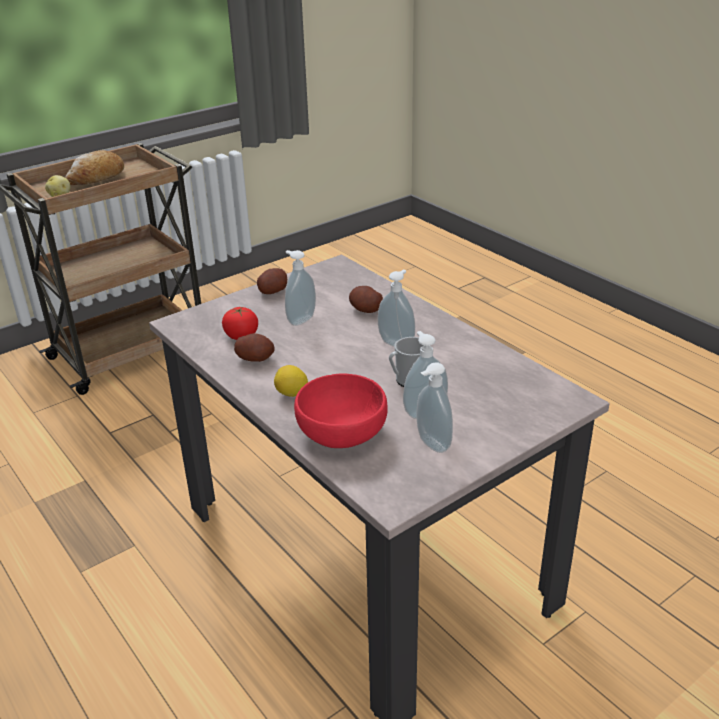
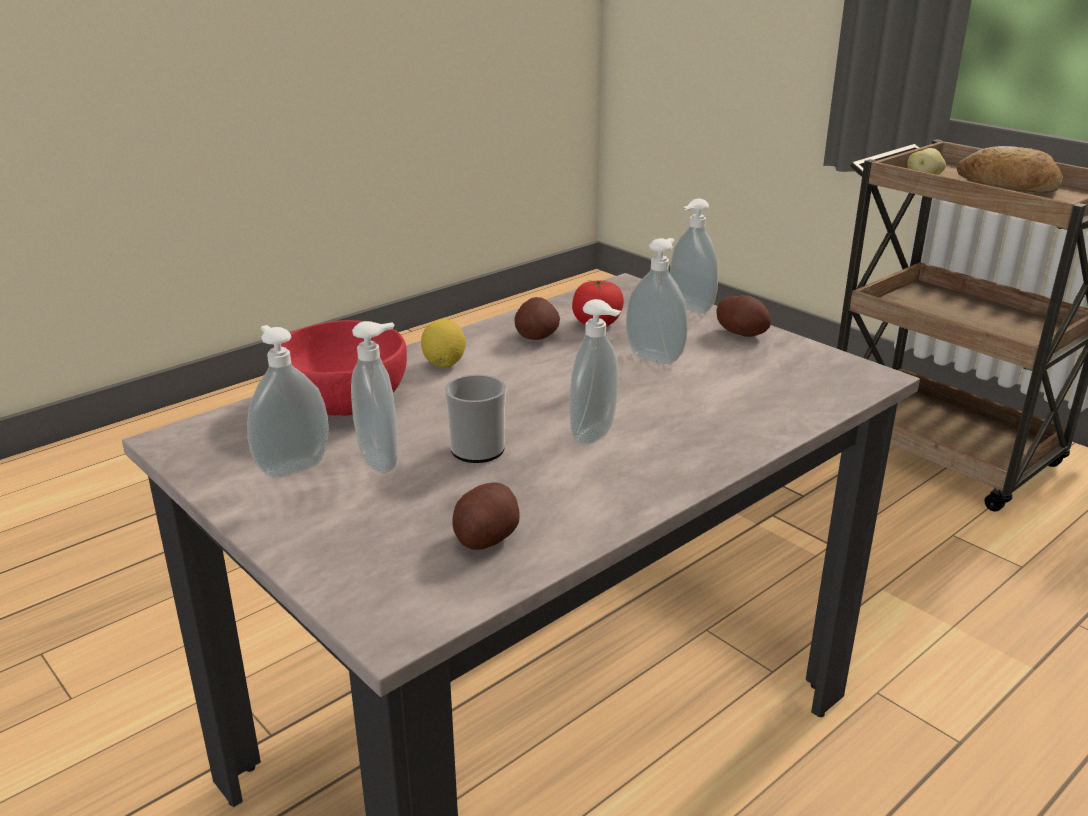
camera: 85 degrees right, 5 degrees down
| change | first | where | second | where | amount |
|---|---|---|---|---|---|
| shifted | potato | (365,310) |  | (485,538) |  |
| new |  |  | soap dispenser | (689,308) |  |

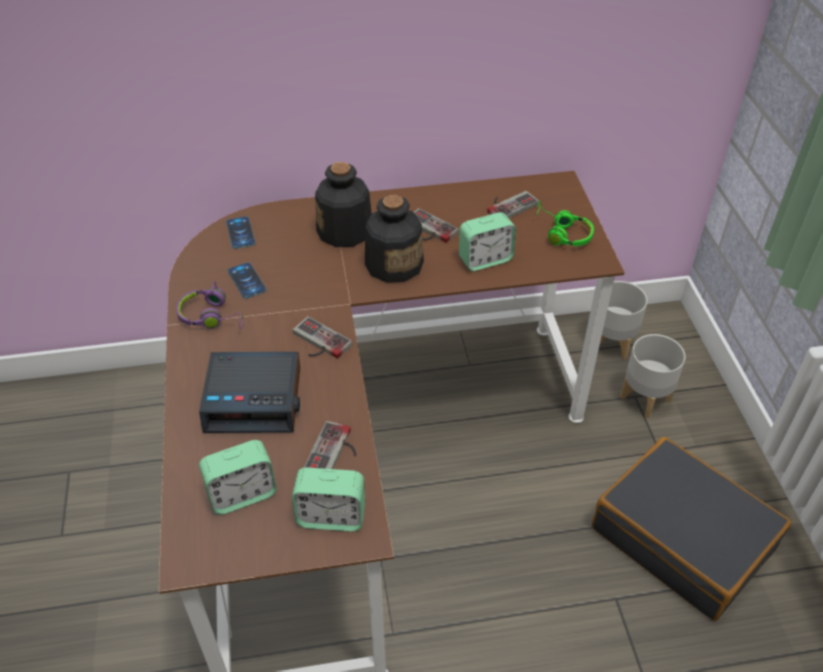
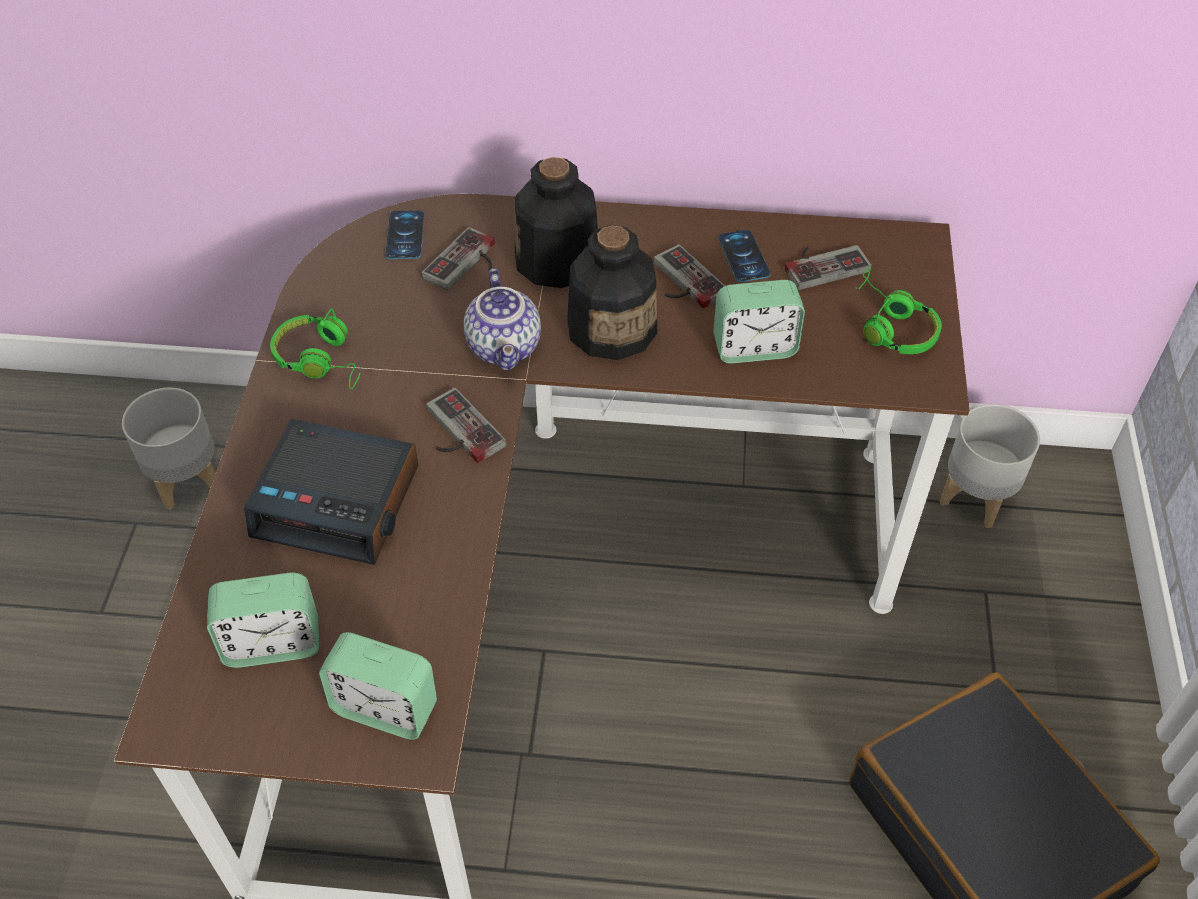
camera: 15 degrees right, 5 degrees up
| change | first | where | second | where | amount |
|---|---|---|---|---|---|
| shifted | phone | (247,280) |  | (743,256) |  |
| repainted | purple headphones | (212,317) | green headphones | (322,360) |  |
| shifted | grey planter | (645,398) |  | (189,481) |  |
| shifted | game controller | (334,454) |  | (466,264) |  |
| new |  |  | teapot | (506,347) |  |

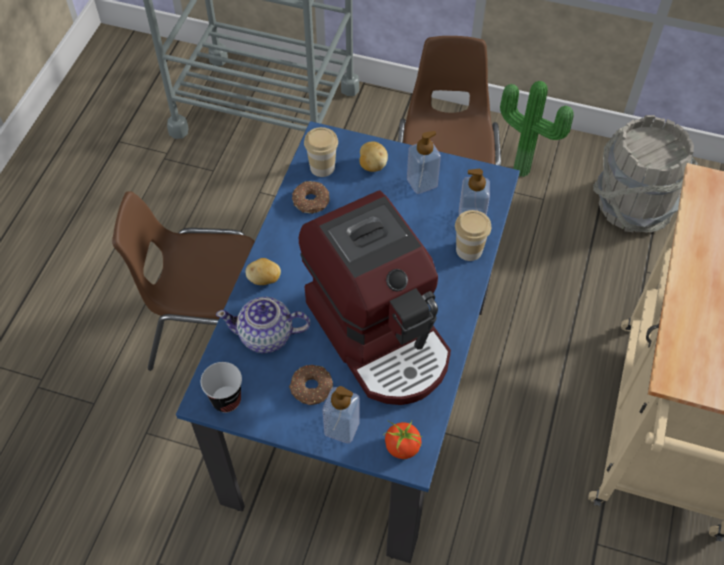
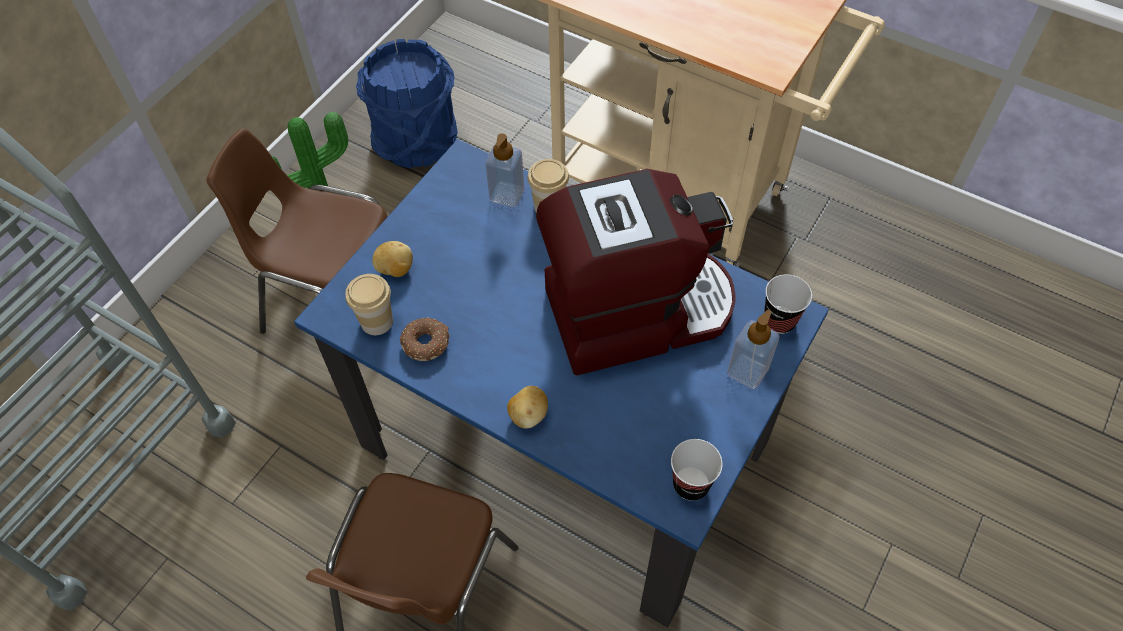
camera: 75 degrees left, 0 degrees up
| change | first | where | second | where | amount |
|---|---|---|---|---|---|
| repainted | grey bucket | (632,206) | blue bucket | (417,142) |  |
| gone | soap dispenser | (422,182) |  |  |  |
| gone | teapot | (266,336) |  |  |  |
| gone | donut | (311,389) |  |  |  |
| swapped | tomato | (402,447) | cup | (779,321) |  |

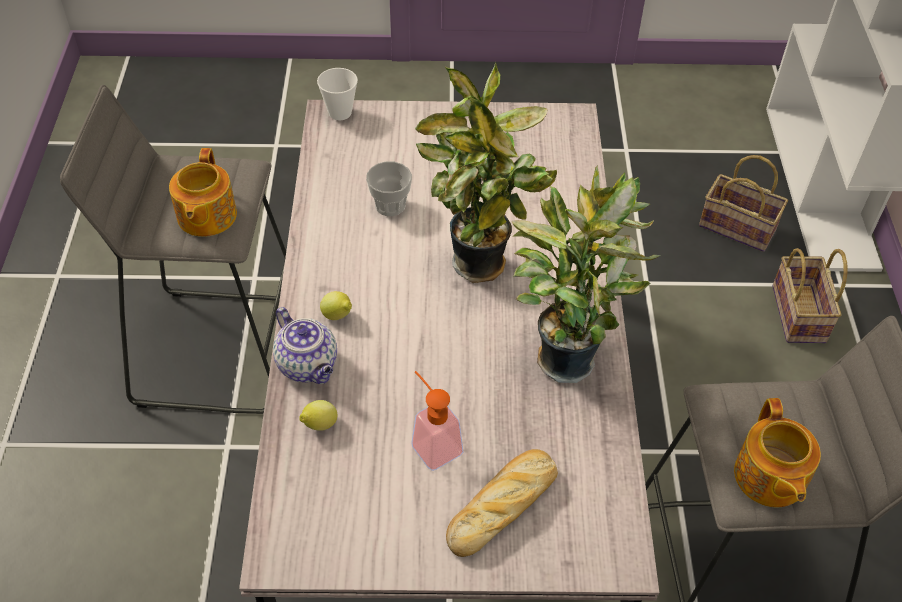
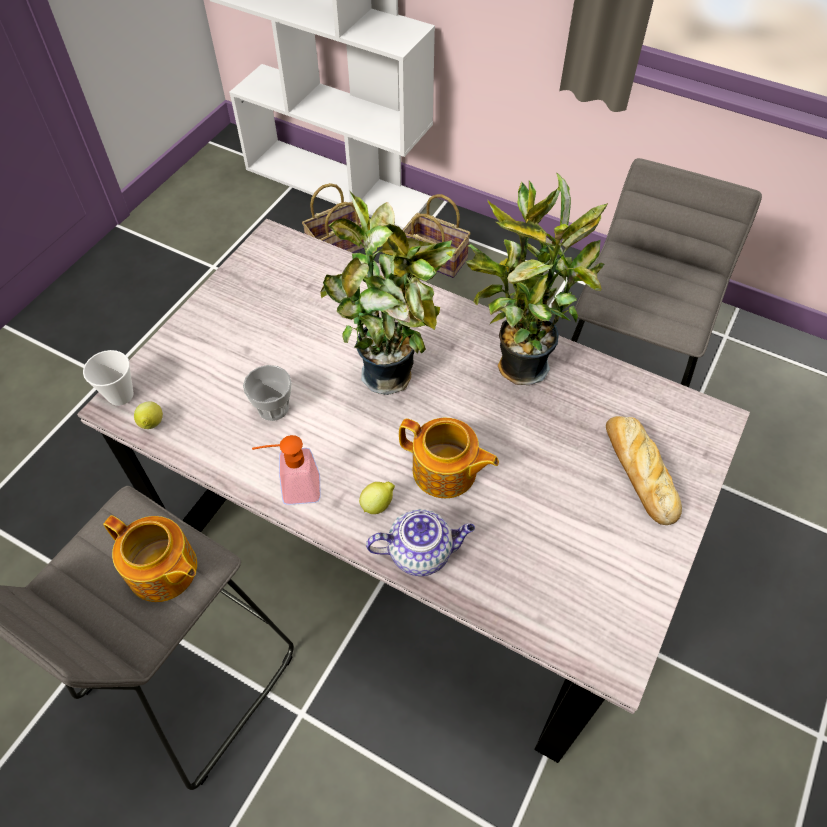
camera: 60 degrees left, 5 degrees up
| change | first | where | second | where | amount |
|---|---|---|---|---|---|
| shifted | soap dispenser | (432,443) |  | (293,489) |  |
| shifted | teapot | (769,477) |  | (445,472) |  |
| shifted | lemon | (319,425) |  | (152,425) |  |

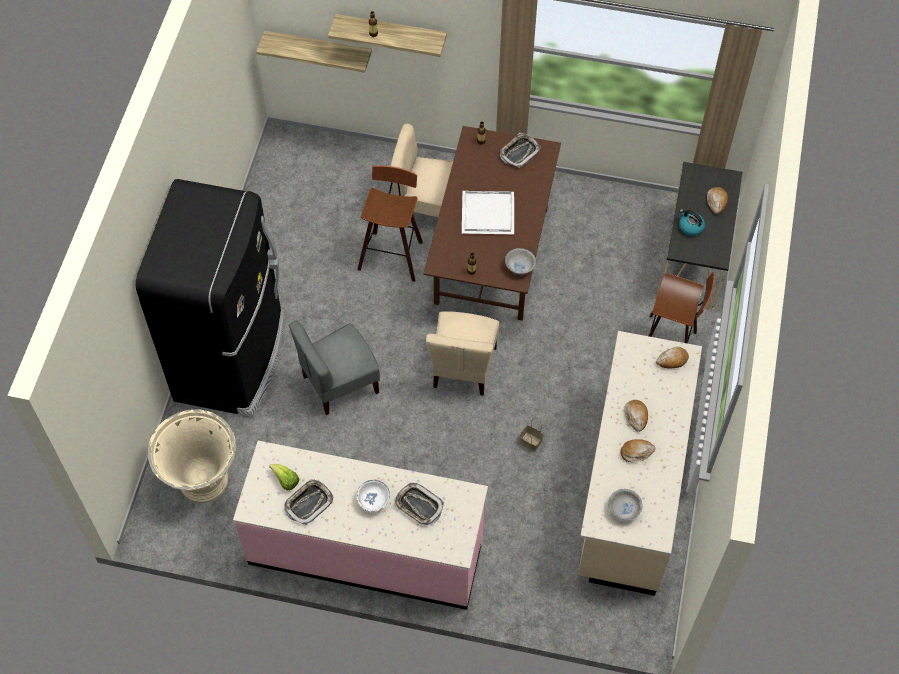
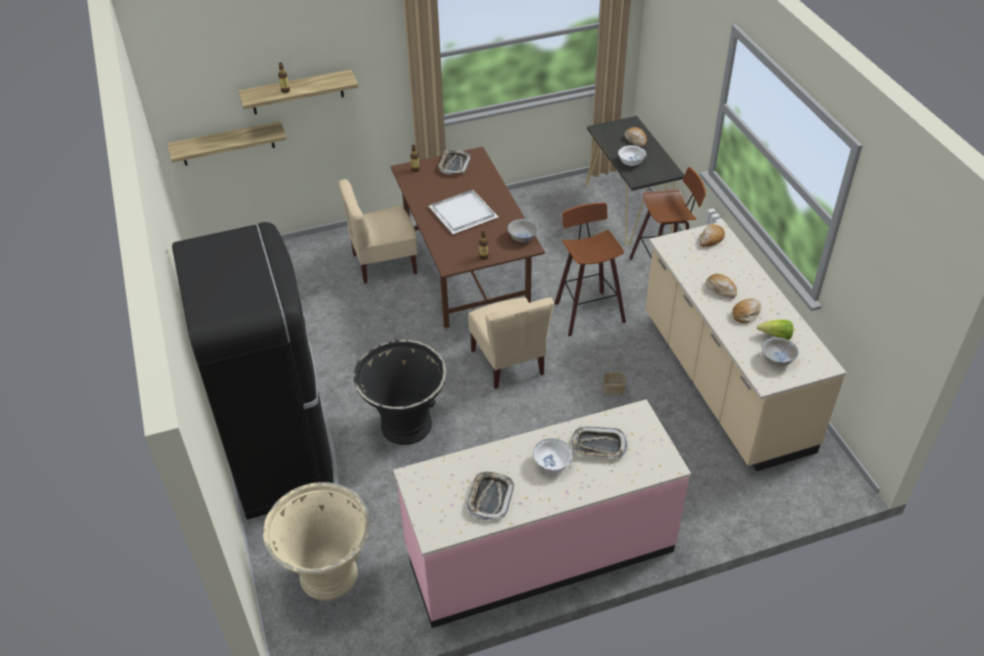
camera: 30 degrees left, 15 degrees down
| change | first | where | second | where | amount |
|---|---|---|---|---|---|
| shifted | stool | (392,254) |  | (586,311) |  |
| swapped | kettle | (690,227) | white bowl | (631,162) |  |
| swapped | grey chair | (339,384) | black planter | (406,426) |  |
| shifted | lettuce | (285,480) |  | (776,336) |  |

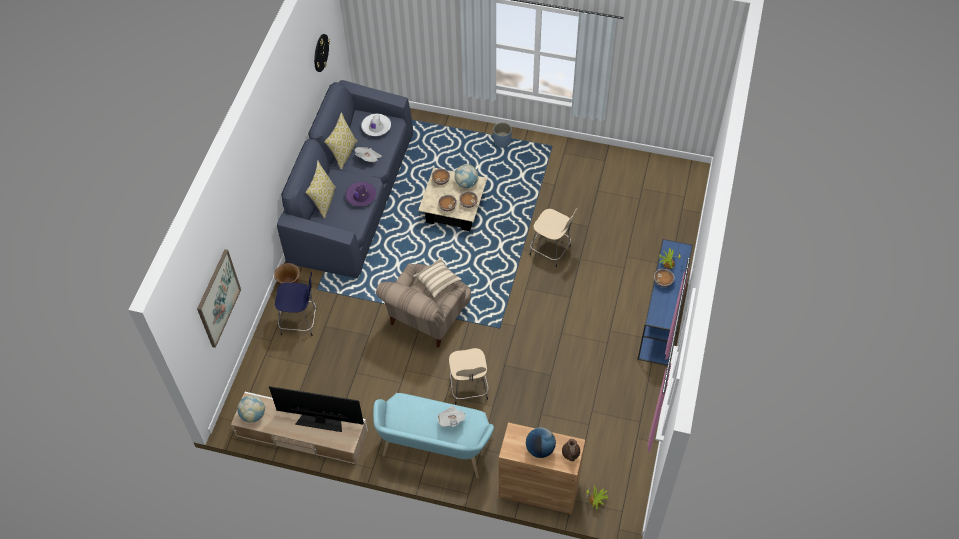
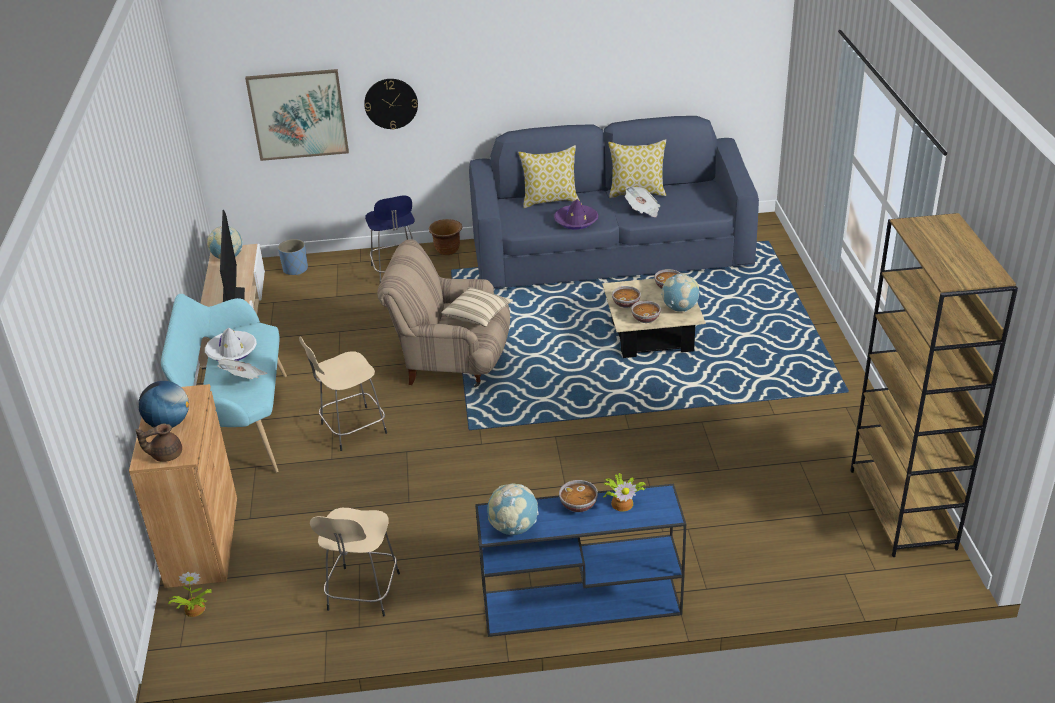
camera: 70 degrees right, 20 degrees down
| change | first | where | second | where | amount |
|---|---|---|---|---|---|
| shifted | wall clock | (320,52) |  | (391,103) |  |
| shifted | white hat | (376,127) |  | (231,351) |  |
| shifted | blue planter | (502,141) |  | (295,269) |  |
| shifted | beige stool | (551,251) |  | (363,594) |  |
| new |  |  | brown bookcase | (903,509) |  |
| new |  |  | globe | (513,528) |  |

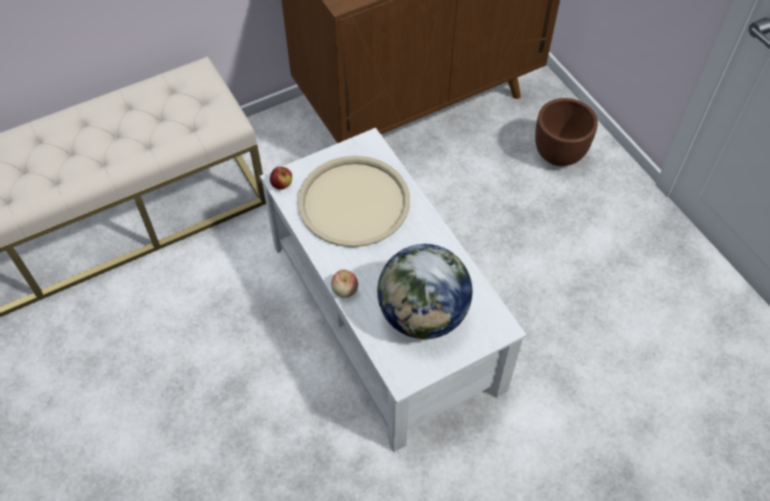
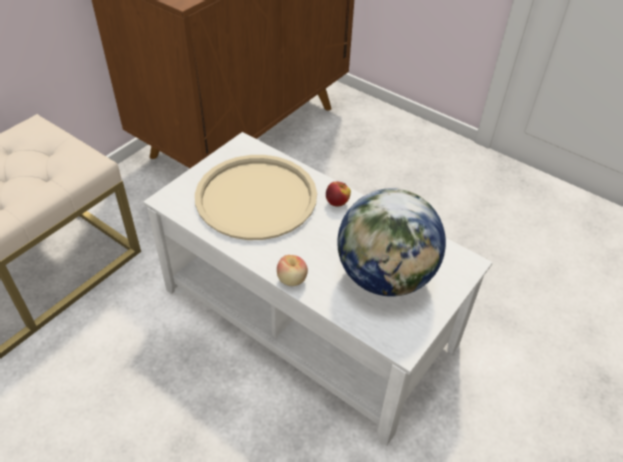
camera: 25 degrees left, 10 degrees down
| change | first | where | second | where | amount |
|---|---|---|---|---|---|
| gone | brown planter | (559,155) |  |  |  |
| shifted | apple | (282,185) |  | (337,202) |  |

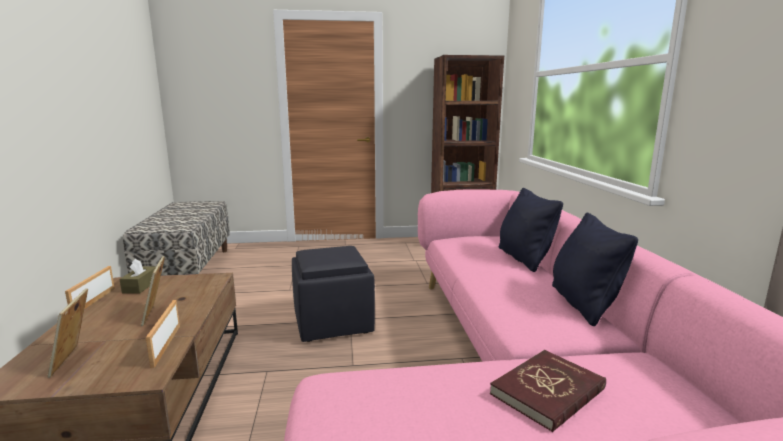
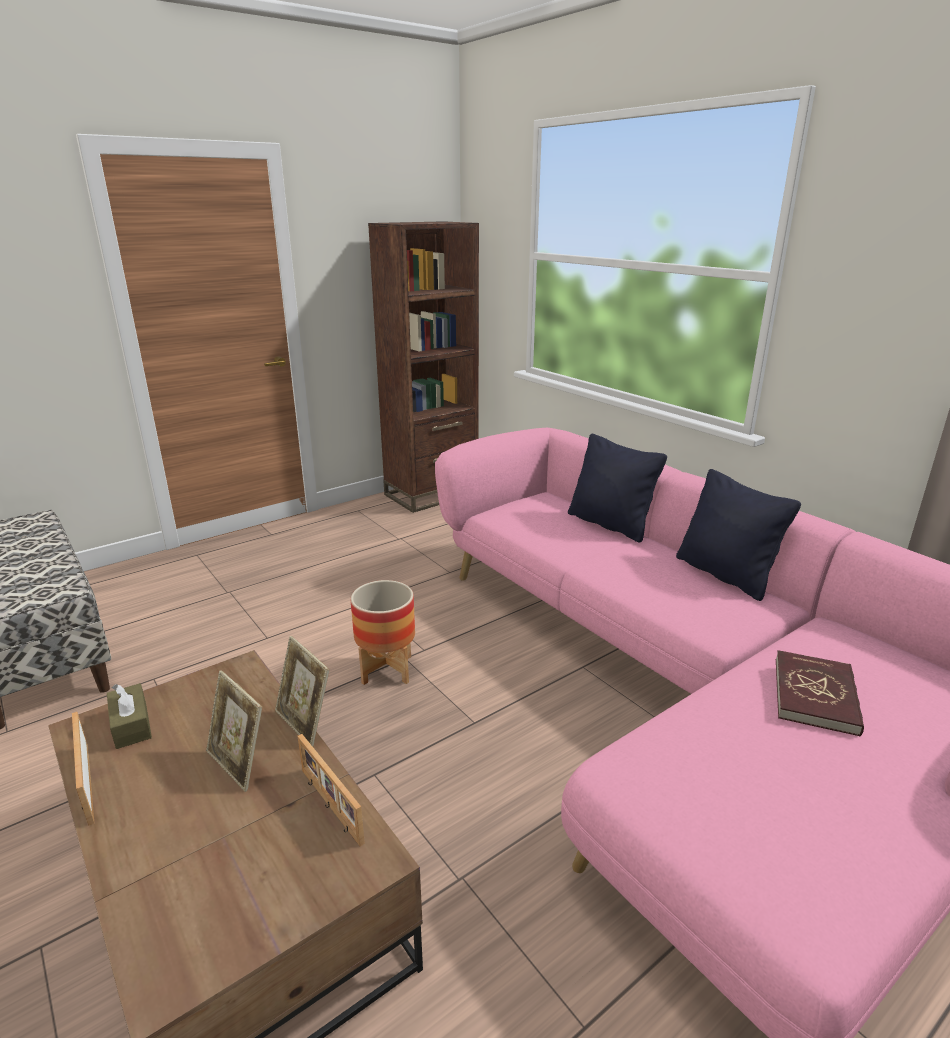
camera: 30 degrees left, 10 degrees up
| change | first | where | second | where | amount |
|---|---|---|---|---|---|
| swapped | black ottoman | (333,322) | planter | (387,669) |  |
| shifted | picture frame | (74,360) |  | (305,723) |  |

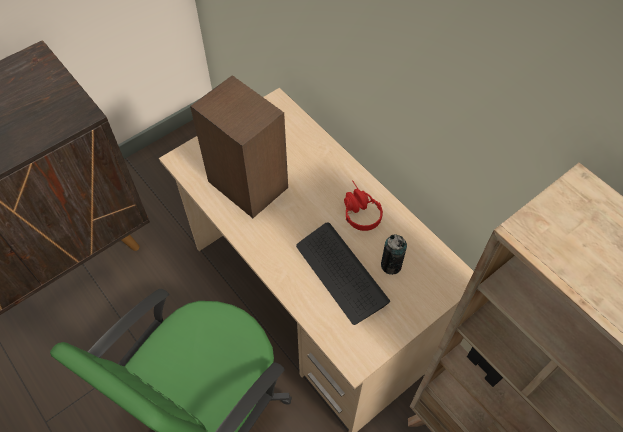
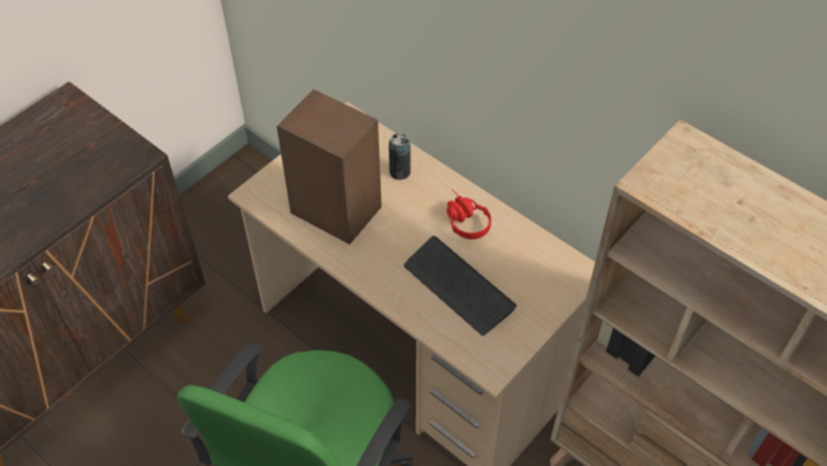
camera: 10 degrees left, 5 degrees down
| change | first | where | second | where | amount |
|---|---|---|---|---|---|
| shifted | can | (391,265) |  | (400,172) |  |

